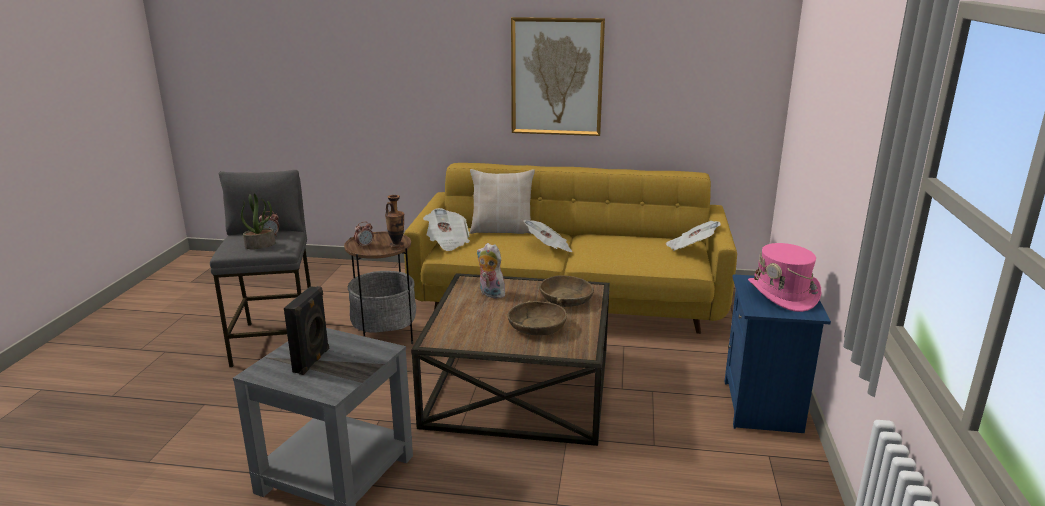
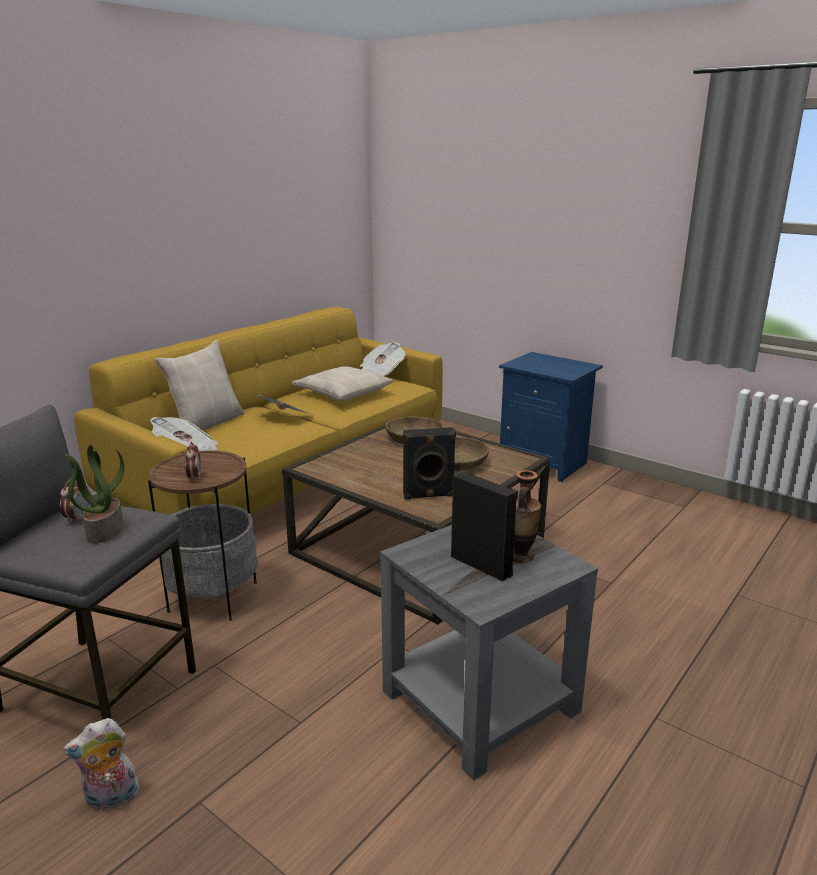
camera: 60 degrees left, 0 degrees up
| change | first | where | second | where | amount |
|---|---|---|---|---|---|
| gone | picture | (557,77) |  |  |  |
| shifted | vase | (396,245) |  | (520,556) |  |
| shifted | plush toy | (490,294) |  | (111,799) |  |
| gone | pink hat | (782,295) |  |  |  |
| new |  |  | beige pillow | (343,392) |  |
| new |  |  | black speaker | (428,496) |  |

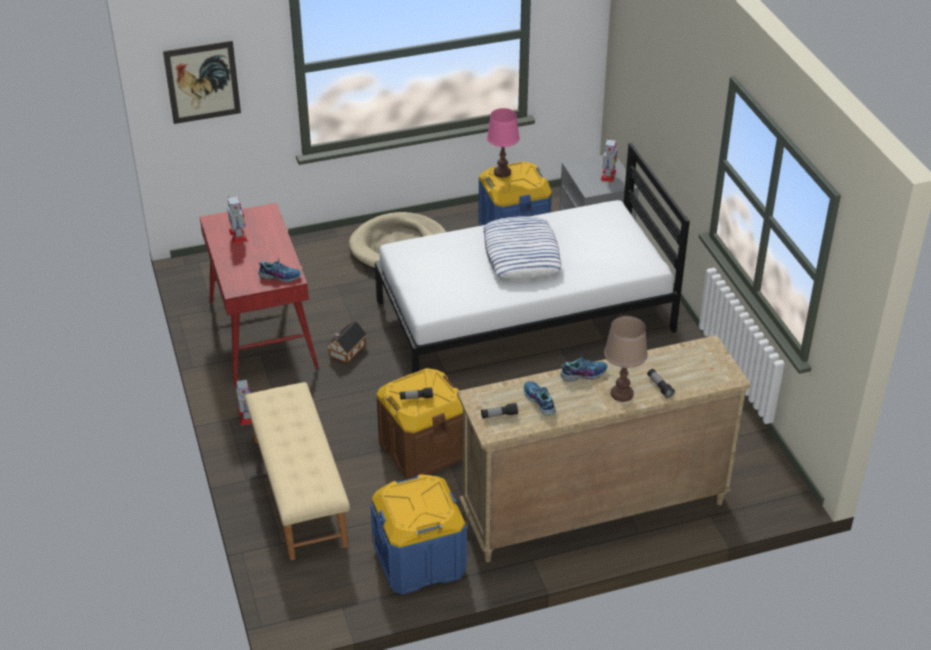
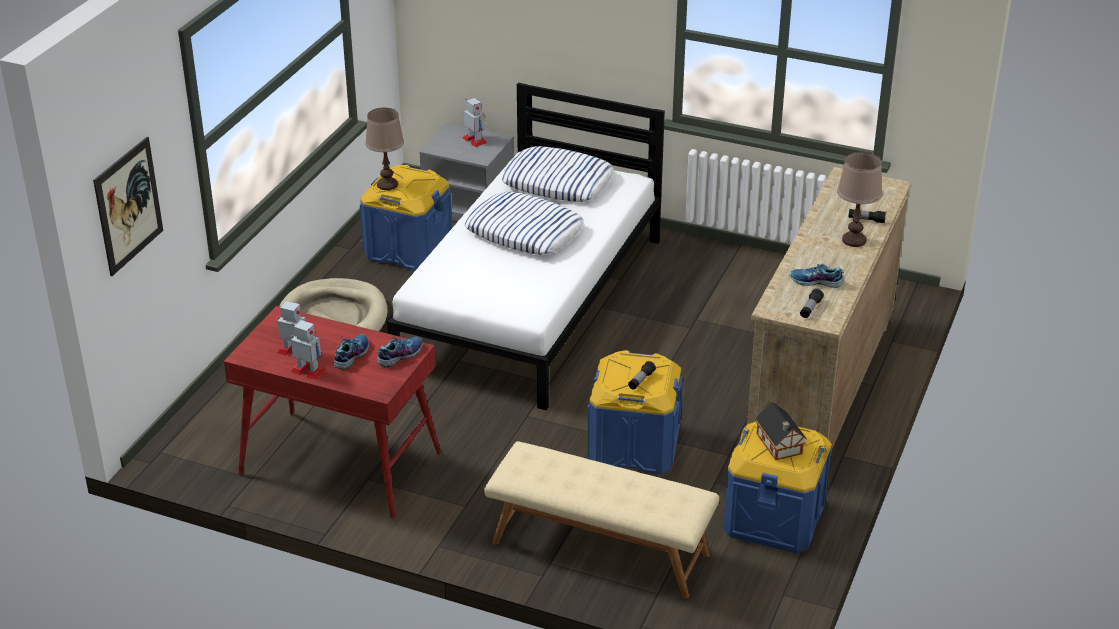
camera: 50 degrees left, 5 degrees down
| change | first | where | second | where | amount |
|---|---|---|---|---|---|
| repainted | pink table lamp | (502,172) | brown table lamp | (387,185) |  |
| shifted | toy house | (346,351) |  | (779,445) |  |
| shifted | shoe | (583,374) |  | (351,355) |  |
| repainted | brown storage box | (422,448) | blue storage box | (633,446) |  |
| shifted | toy robot | (246,416) |  | (308,371) |  |
| new |  |  | pillow | (558,182) |  |

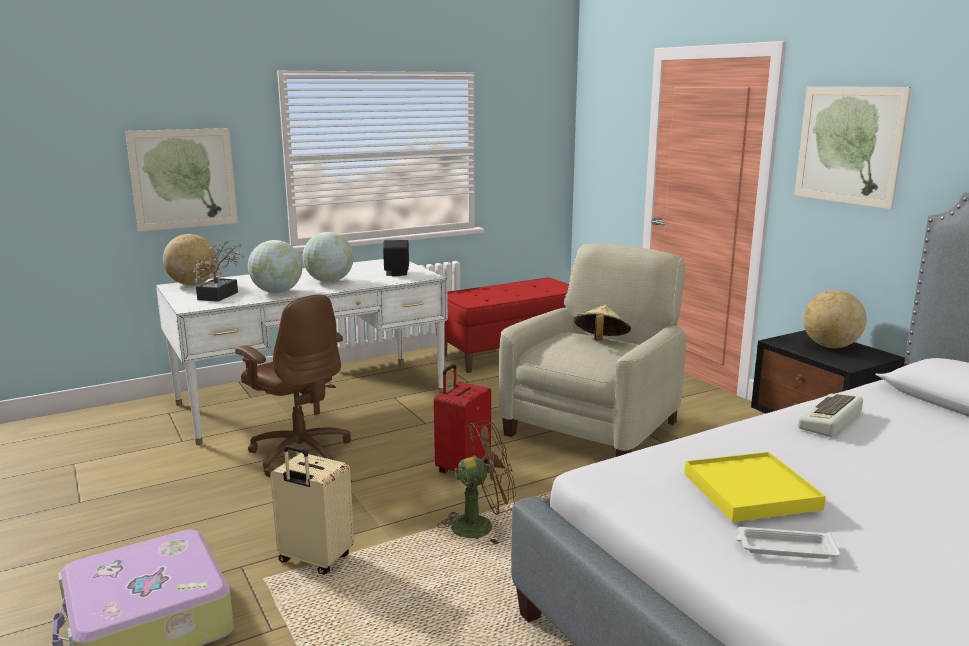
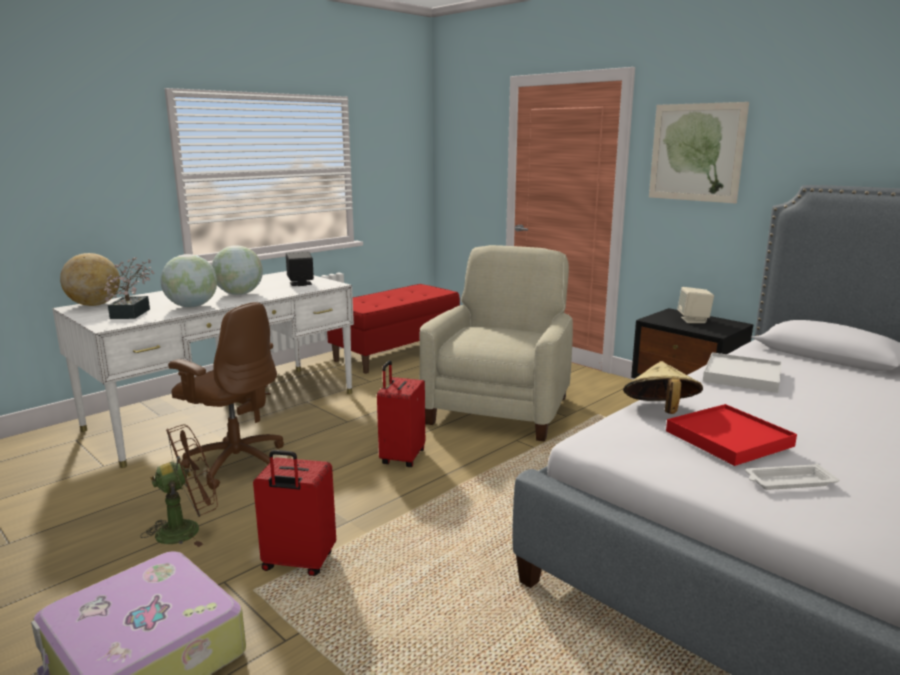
camera: 15 degrees left, 0 degrees up
| change | first | where | second | where | amount |
|---|---|---|---|---|---|
| gone | picture | (183,179) |  |  |  |
| swapped | globe | (830,346) | beige speaker | (693,320) |  |
| shifted | beige hat | (600,341) |  | (660,411) |  |
| swapped | keyboard | (832,421) | white tray | (742,376) |  |
| shifted | brown fan | (481,525) |  | (188,529) |  |
| repainted | beige suitcase | (314,560) | red suitcase | (298,563) |  |
| repainted | yellow tray | (750,491) | red tray | (728,438) |  |

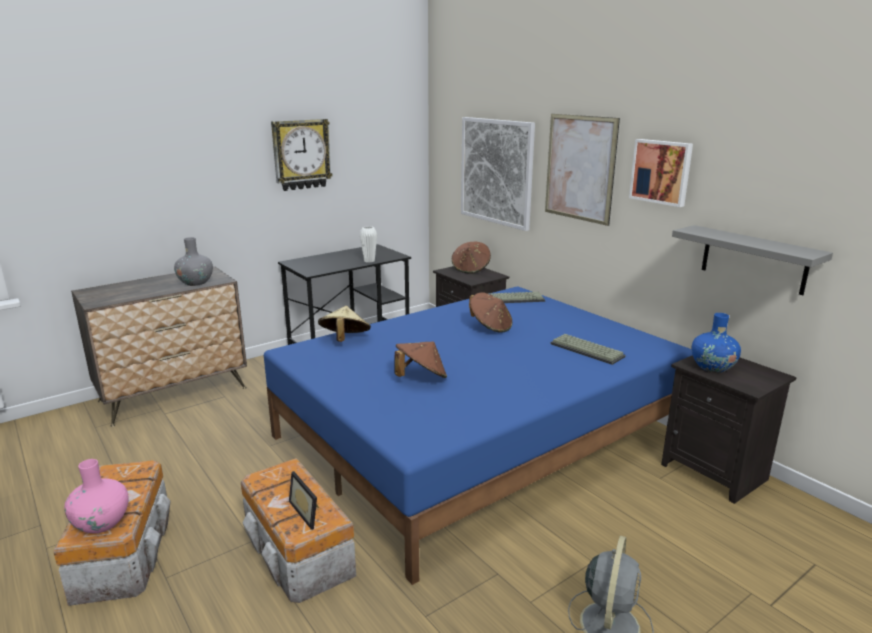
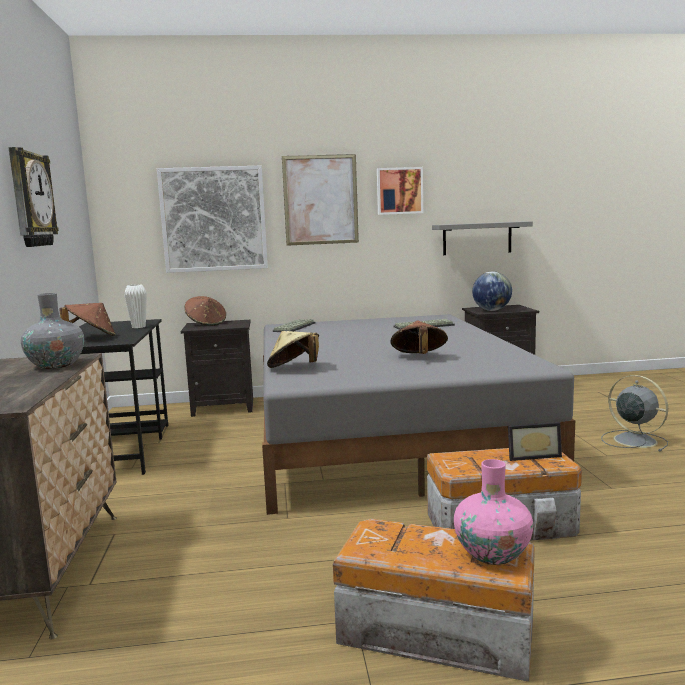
camera: 60 degrees left, 10 degrees down
| change | first | where | second | where | amount |
|---|---|---|---|---|---|
| repainted | blue bed | (477,437) | grey bed | (385,432) |  |
| shifted | brown hat | (490,327) |  | (91,338) |  |
| swapped | blue vase | (712,367) | globe | (491,310) |  |

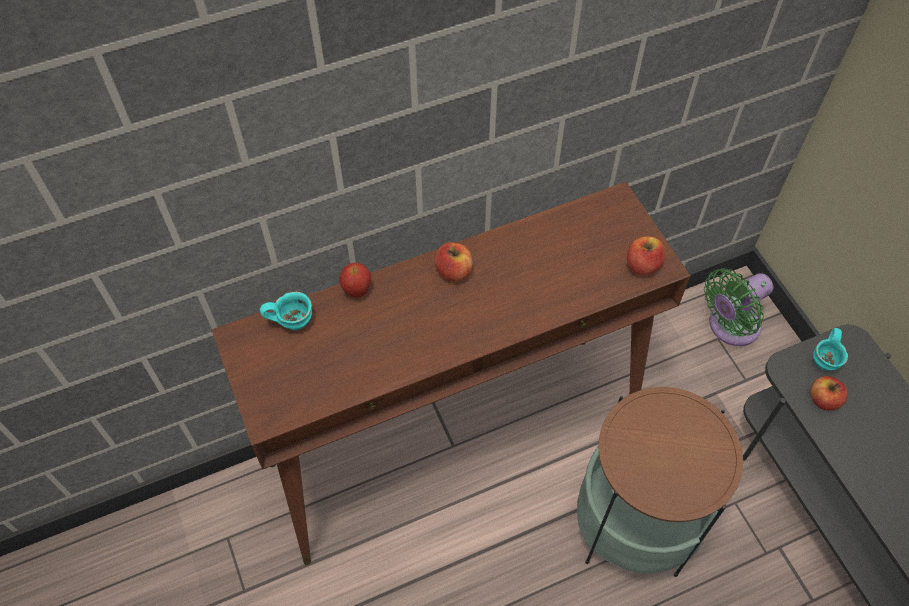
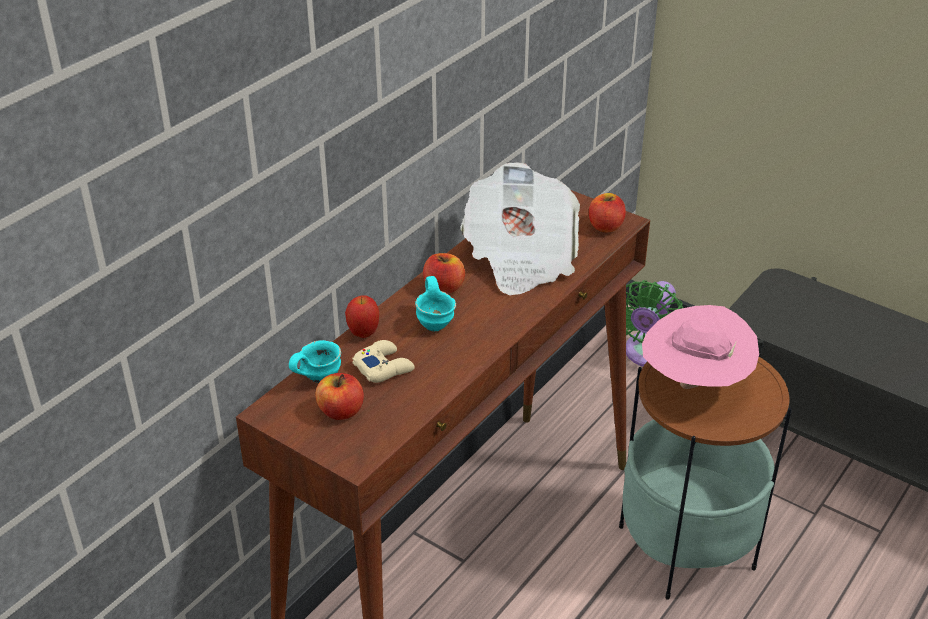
camera: 30 degrees left, 20 degrees down
| change | first | where | second | where | amount |
|---|---|---|---|---|---|
| shifted | turquoise mug | (826,361) |  | (436,323) |  |
| shifted | apple | (823,400) |  | (341,411) |  |
| new |  |  | newspaper | (520,257) |  |
| new |  |  | pink hat | (694,384) |  |
| new |  |  | beige game controller | (383,367) |  |

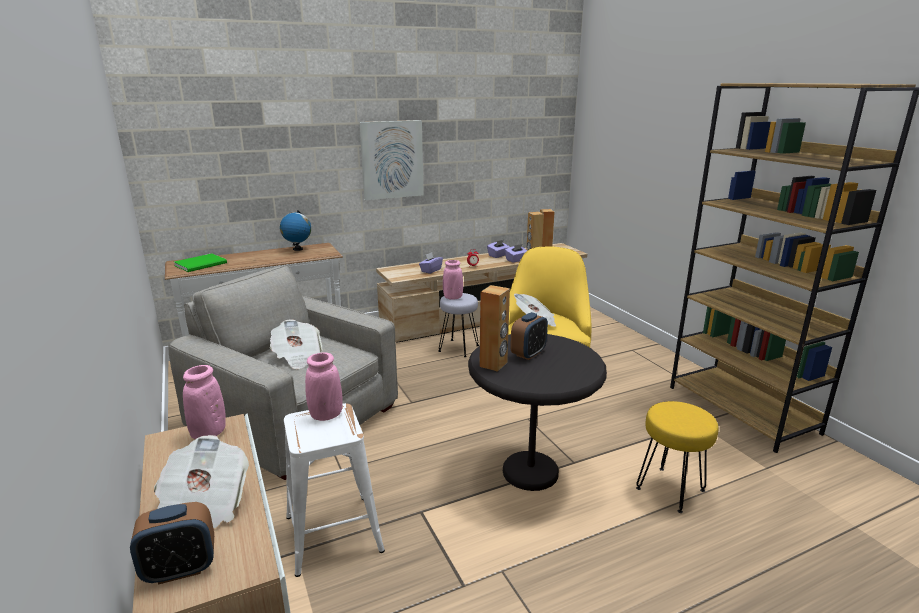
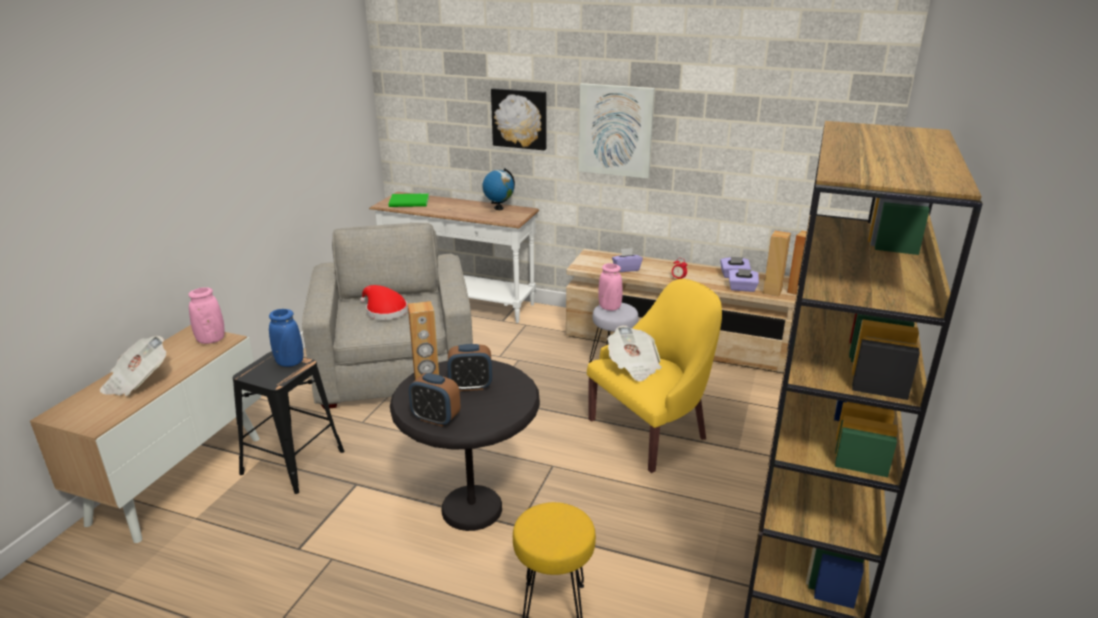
camera: 45 degrees right, 5 degrees up
| change | first | where | second | where | amount |
|---|---|---|---|---|---|
| swapped | newspaper | (298,357) | red hat | (384,311) |  |
| repainted | pink vase | (326,415) | blue vase | (289,362) |  |
| repainted | white stool | (332,533) | black stool | (292,462) |  |
| shifted | alarm clock | (180,569) |  | (436,418) |  |
| new |  |  | picture | (520,118) |  |

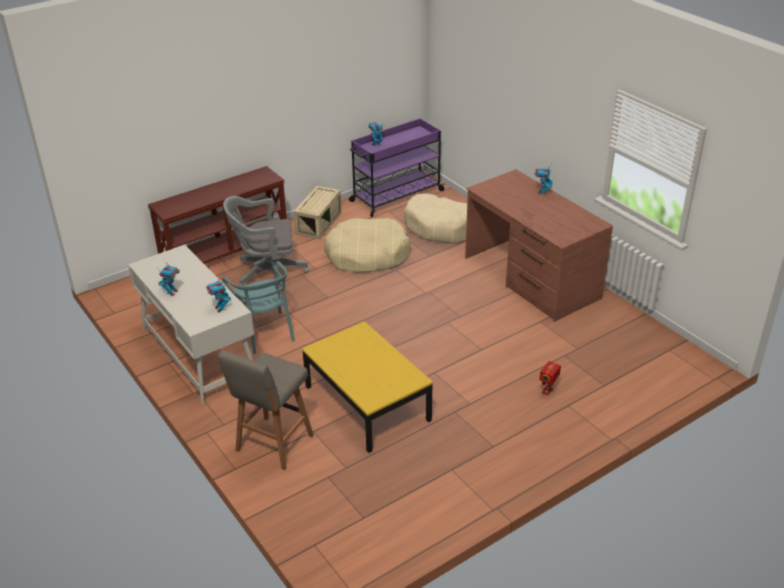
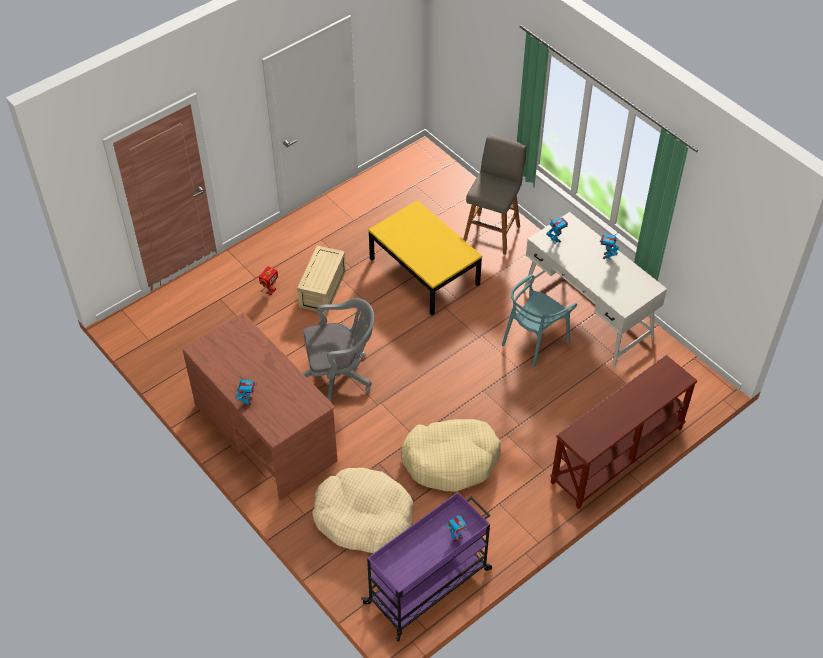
camera: 175 degrees right, 15 degrees up
| change | first | where | second | where | amount |
|---|---|---|---|---|---|
| shifted | beige storage box | (318,223) |  | (323,289) |  |
| shifted | grey office chair | (267,274) |  | (339,375) |  |
| rotated | turquoise chair | (264,332) |  | (534,341) | 105 degrees counterclockwise |

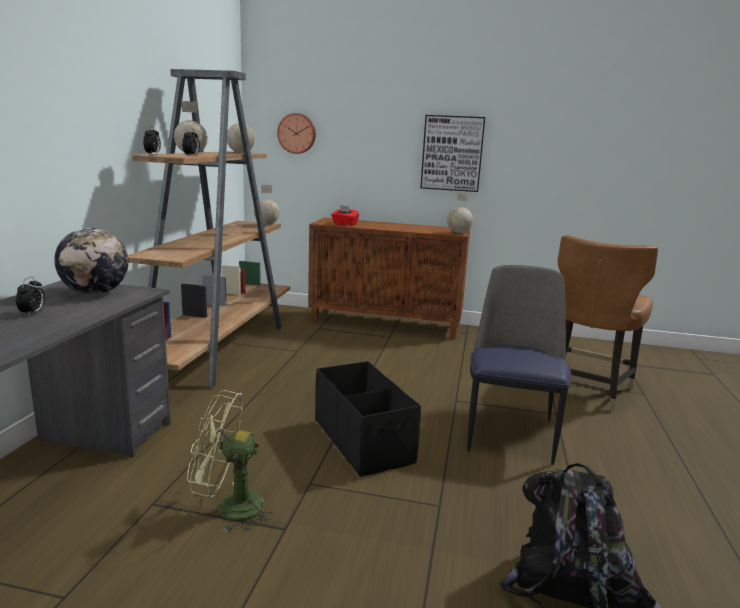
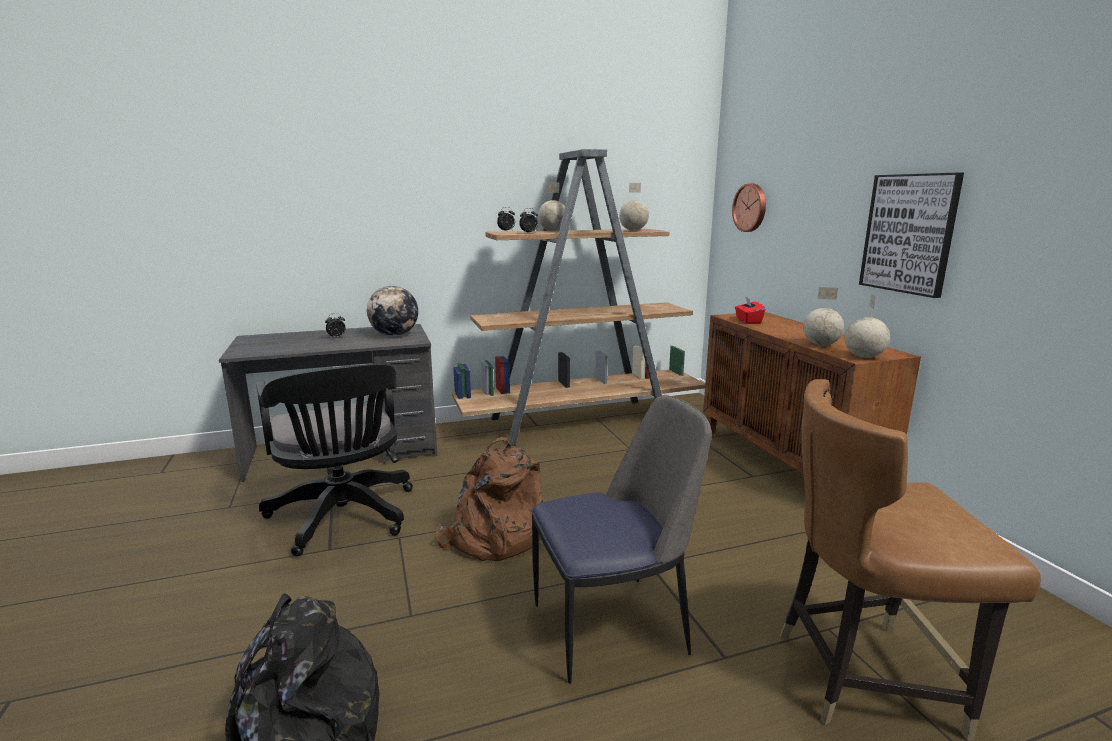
camera: 60 degrees right, 0 degrees up
| change | first | where | second | where | amount |
|---|---|---|---|---|---|
| shifted | globe | (266,224) |  | (820,345) |  |
| swapped | black storage box | (363,440) | brown backpack | (493,538) |  |
| swapped | green fan | (229,507) | black office chair | (344,518) |  |

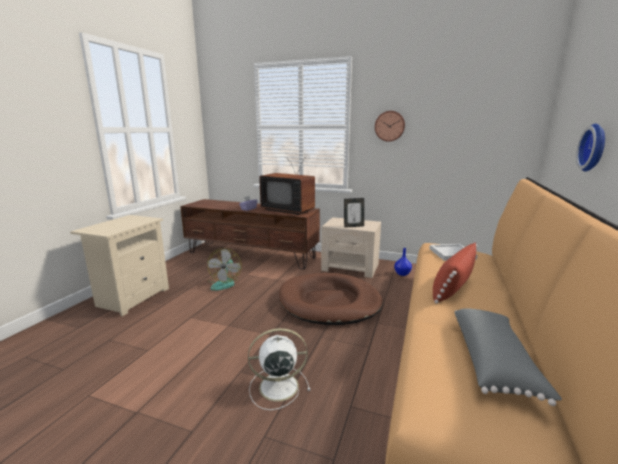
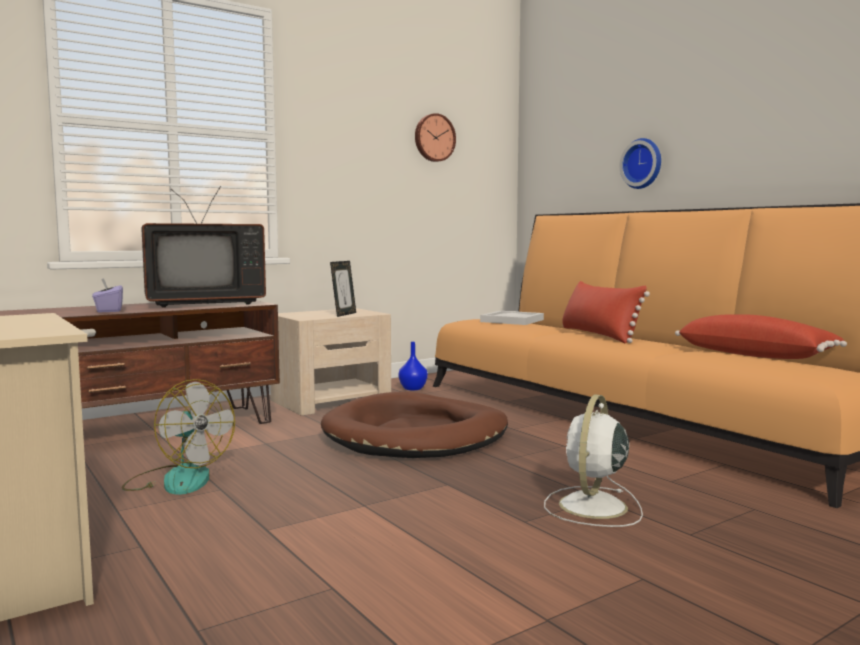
camera: 55 degrees left, 10 degrees down
| change | first | where | second | where | amount |
|---|---|---|---|---|---|
| shifted | wall clock | (389,126) |  | (434,138) |  |
| repainted | grey pillow | (494,363) | red pillow | (756,355) |  |

